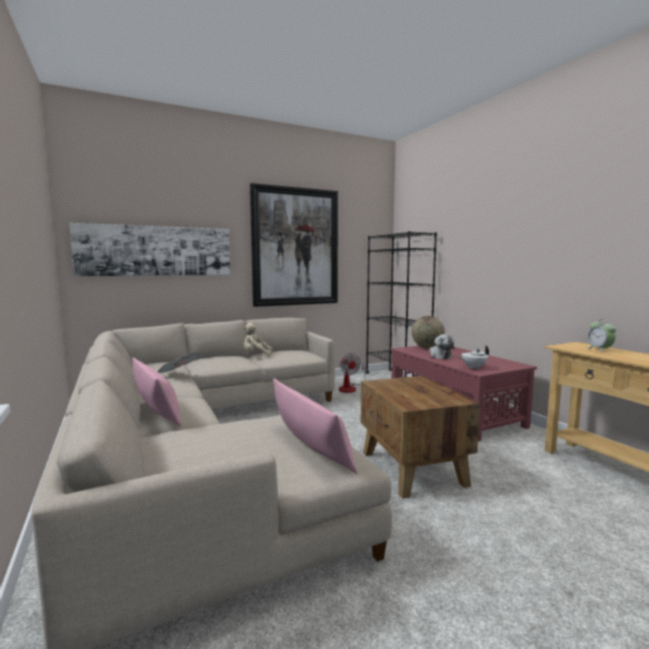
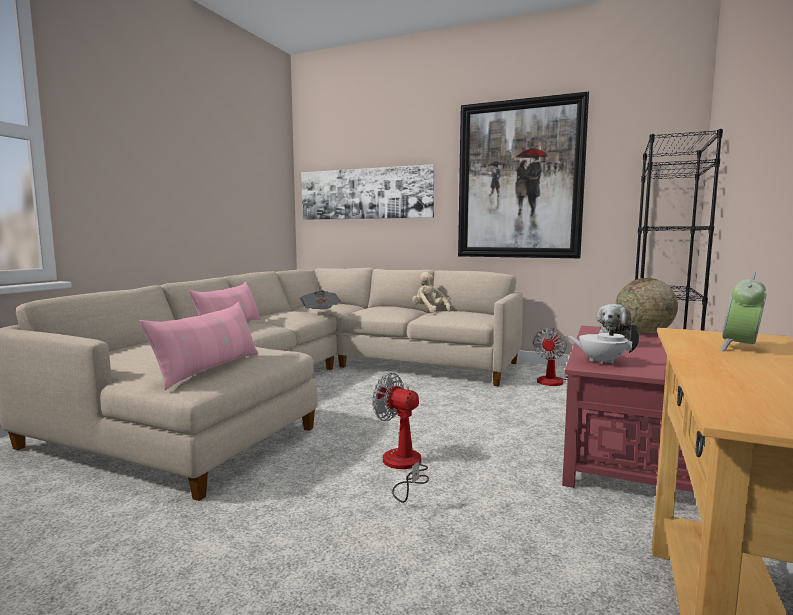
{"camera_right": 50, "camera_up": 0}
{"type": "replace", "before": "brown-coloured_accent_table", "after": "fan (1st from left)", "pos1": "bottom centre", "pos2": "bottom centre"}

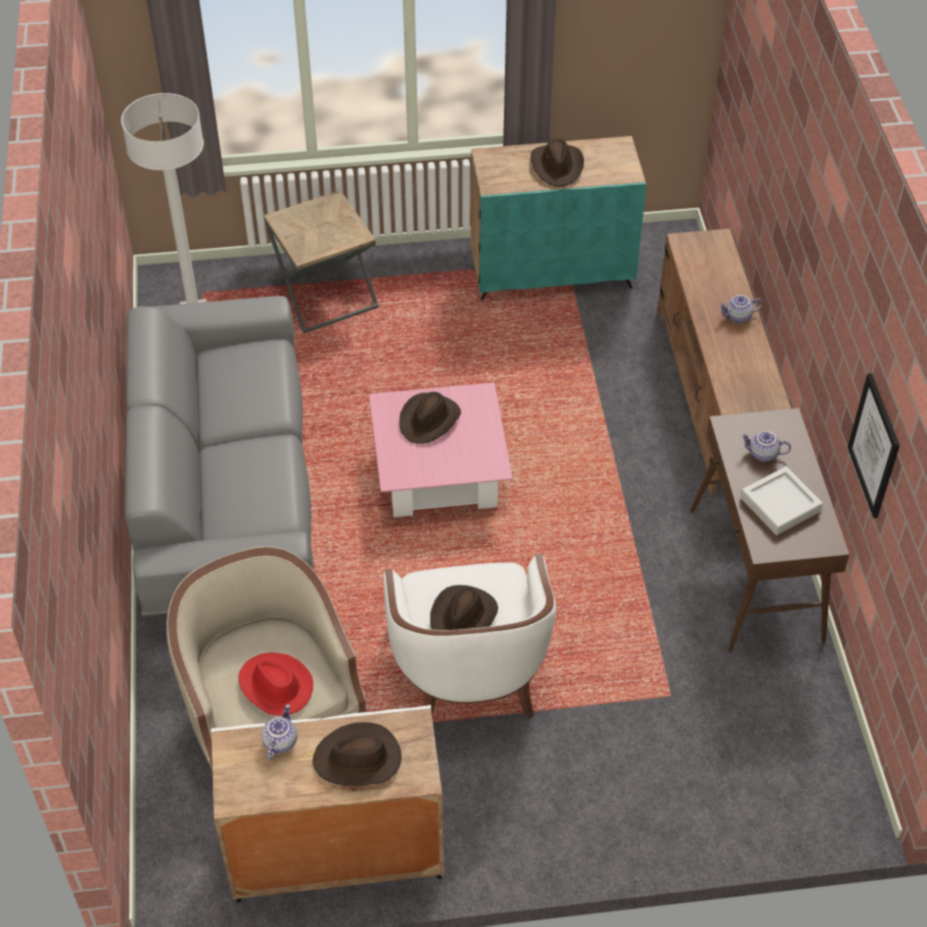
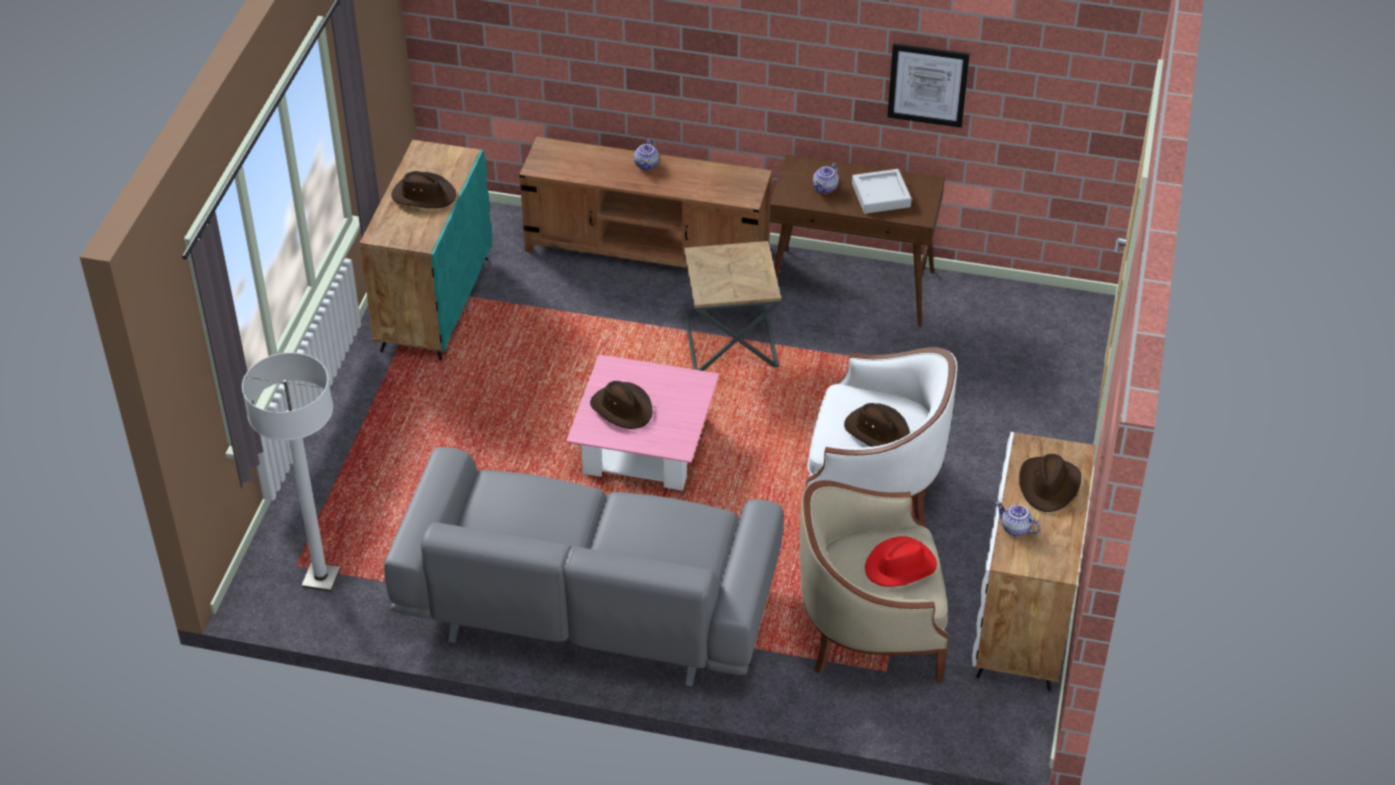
{"camera_right": -70, "camera_up": -5}
{"type": "move", "before": "brown-coloured_accent_table", "pos1": "top centre", "pos2": "centre"}

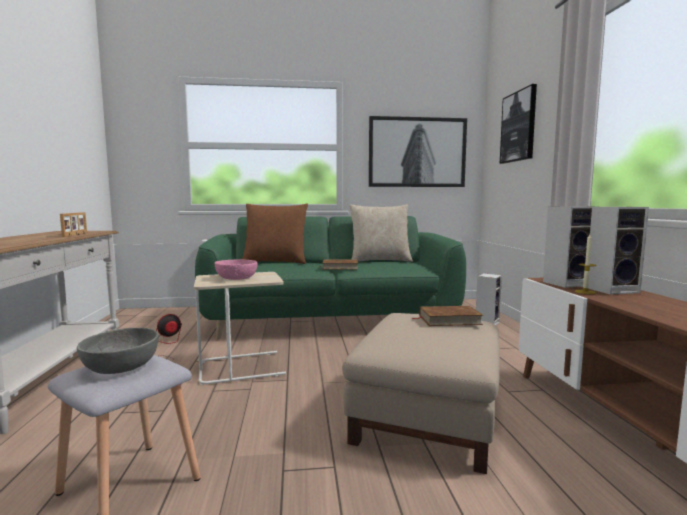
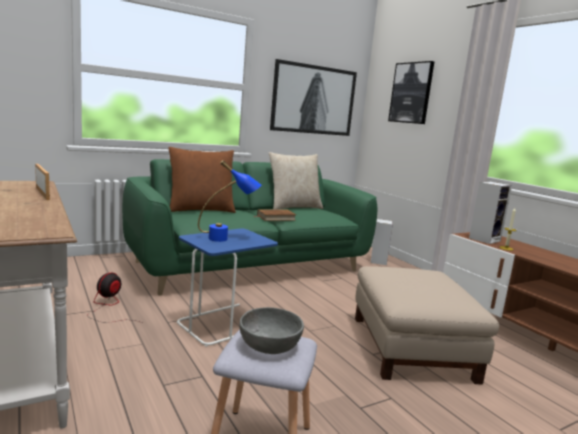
{"camera_right": -25, "camera_up": 5}
{"type": "recolor", "before": "beige-coloured_accent_table", "after": "blue_accent_table", "pos1": "centre", "pos2": "centre"}
{"type": "replace", "before": "pink-coloured_serving_bowl", "after": "blue_table_lamp", "pos1": "centre", "pos2": "centre"}
{"type": "delete", "before": "brown-coloured_volume (2nd from left)", "pos1": "centre"}
{"type": "delete", "before": "audio_speaker (3rd from left)", "pos1": "middle right"}

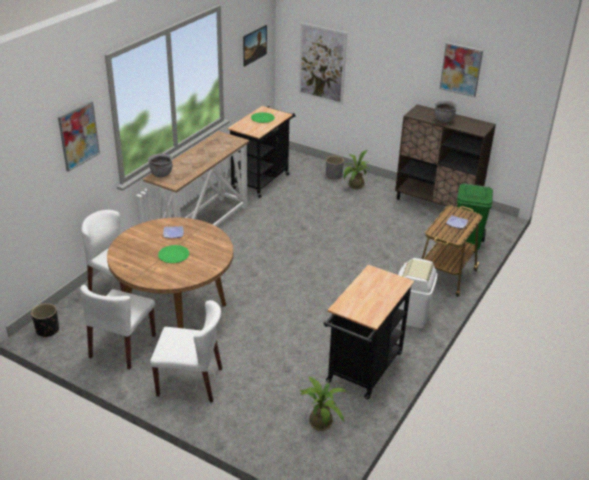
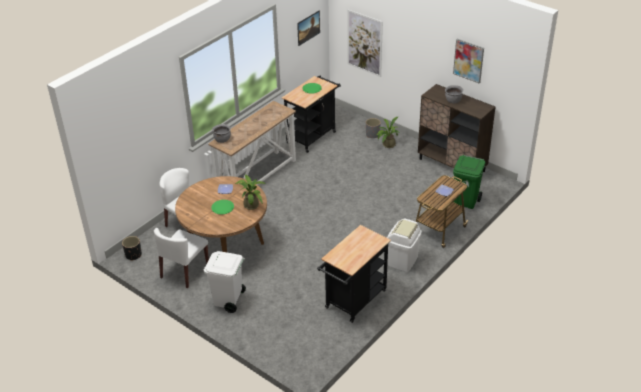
{"camera_right": 10, "camera_up": 5}
{"type": "replace", "before": "whitish_chair (3rd from left)", "after": "whitish_trash_can (1st from left)", "pos1": "bottom left", "pos2": "bottom centre"}
{"type": "move", "before": "plant_in_a_pot (1st from left)", "pos1": "bottom centre", "pos2": "centre"}
{"type": "delete", "before": "picture (1st from left)", "pos1": "top left"}

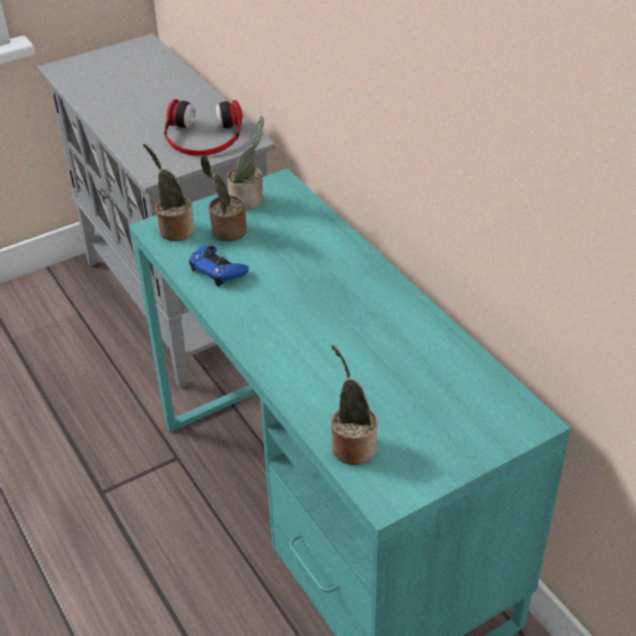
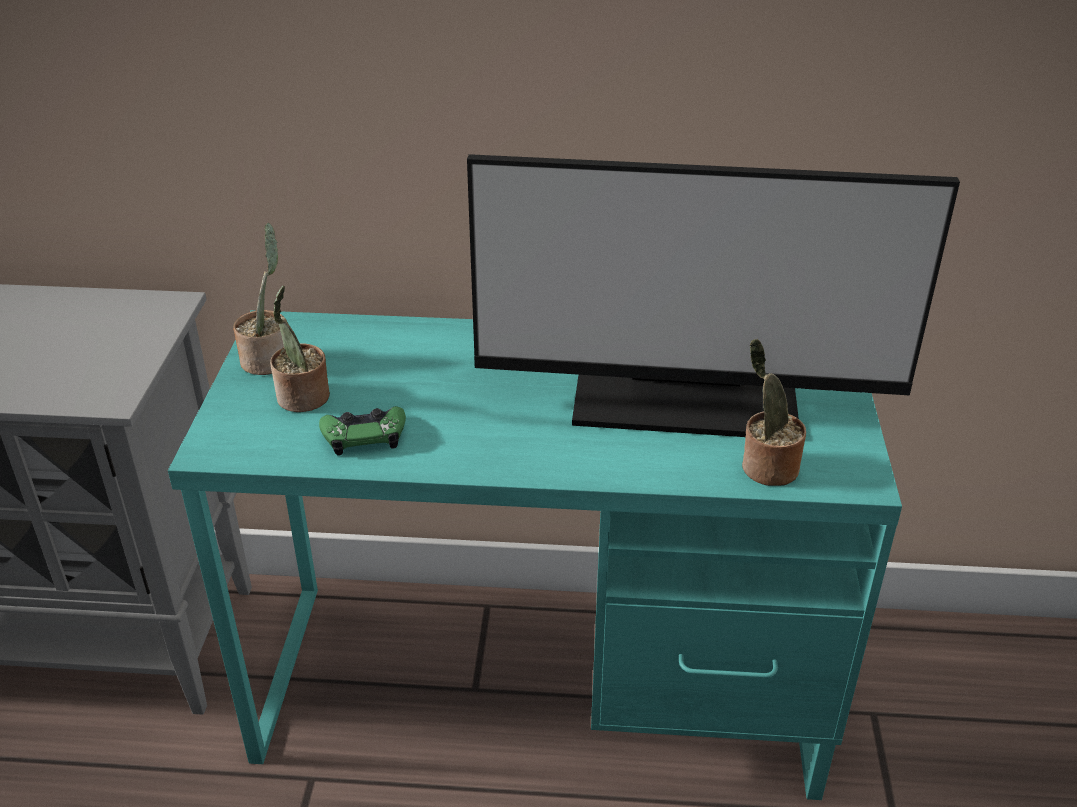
{"camera_right": -55, "camera_up": -5}
{"type": "recolor", "before": "blue_gamepad", "after": "green_gamepad", "pos1": "centre", "pos2": "centre"}
{"type": "insert", "after": "monitor", "pos2": "centre"}
{"type": "delete", "before": "plant_in_a_pot (1st from left)", "pos1": "top left"}
{"type": "delete", "before": "headset", "pos1": "top left"}

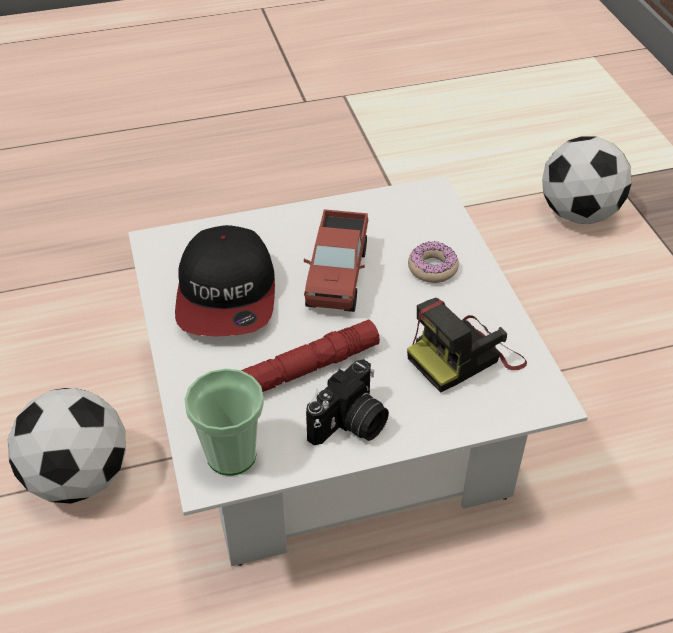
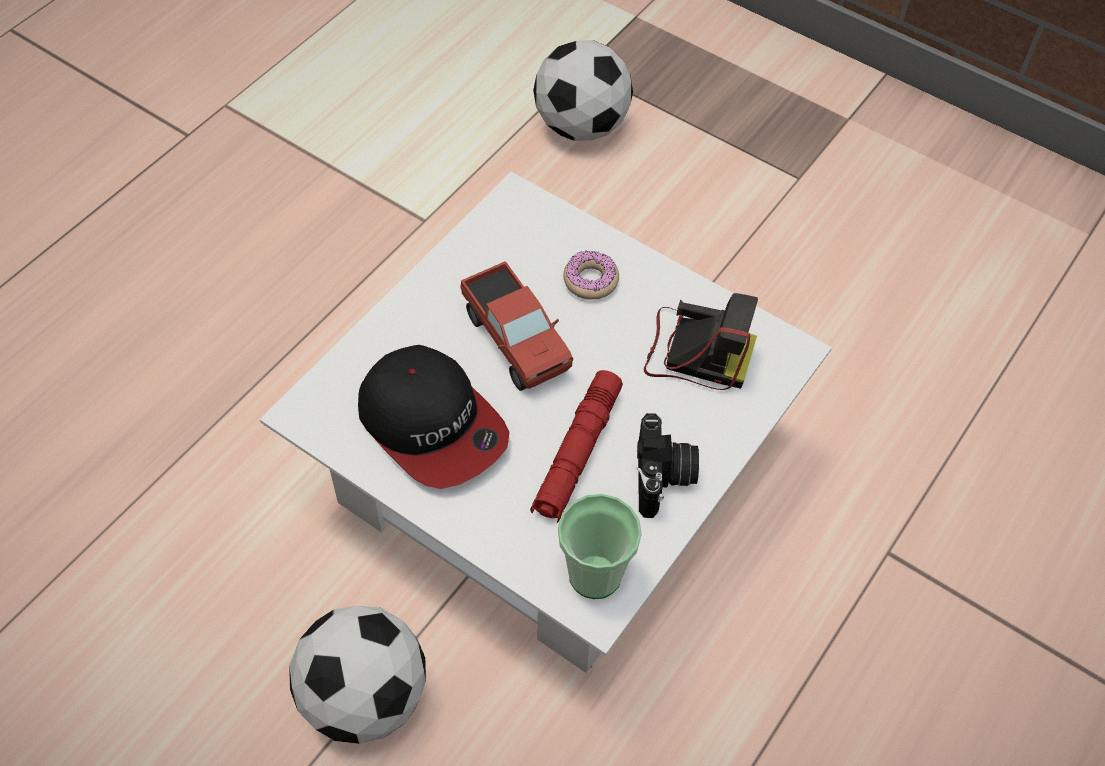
{"camera_right": -40, "camera_up": 10}
{"type": "rotate", "before": "photo_camera (2nd from left)", "pos1": "middle right", "pos2": "centre", "turn": -90}

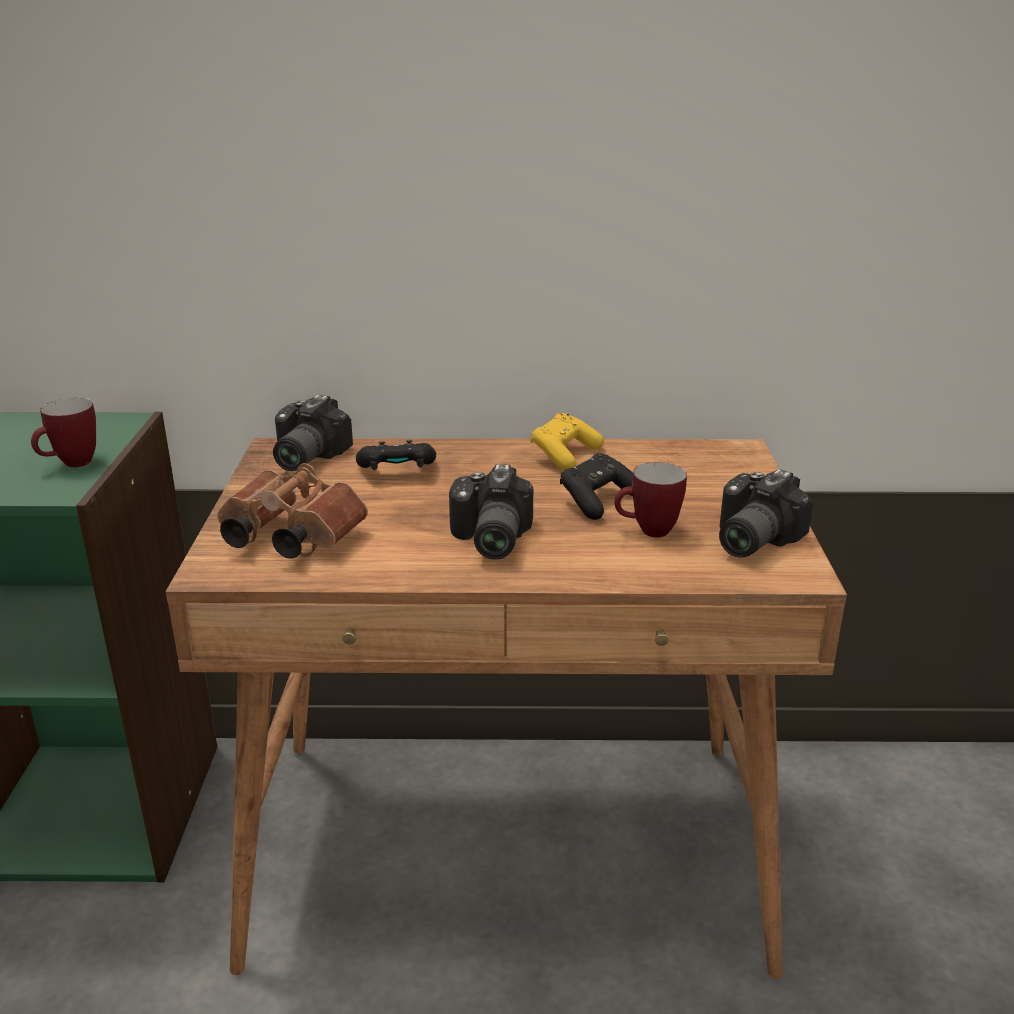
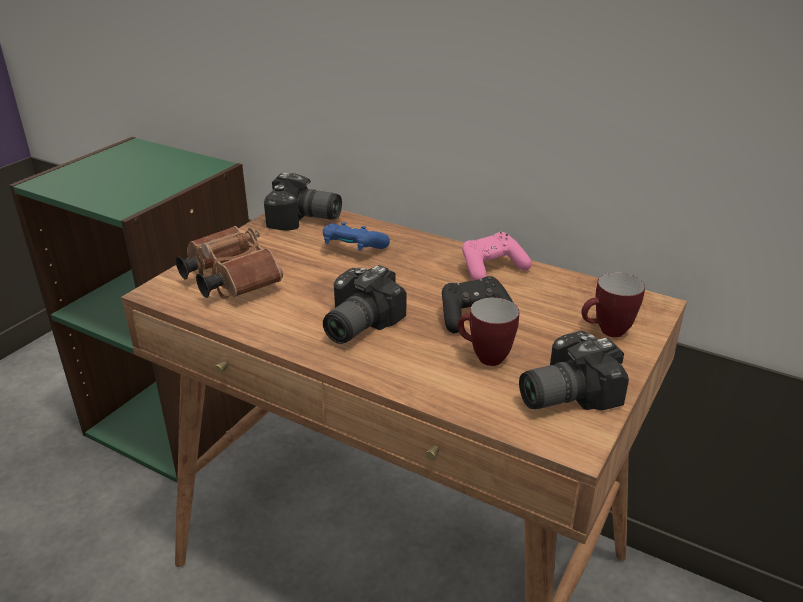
{"camera_right": 30, "camera_up": 5}
{"type": "rotate", "before": "photo_camera (1st from left)", "pos1": "middle left", "pos2": "centre", "turn": -120}
{"type": "recolor", "before": "black_gamepad (1st from left)", "after": "blue_gamepad", "pos1": "centre", "pos2": "centre"}
{"type": "recolor", "before": "yellow_gamepad", "after": "pink-coloured_gamepad", "pos1": "centre", "pos2": "centre"}
{"type": "move", "before": "coffee_mug (1st from left in the first image)", "after": "coffee_mug (2nd from left)", "pos1": "middle left", "pos2": "middle right"}

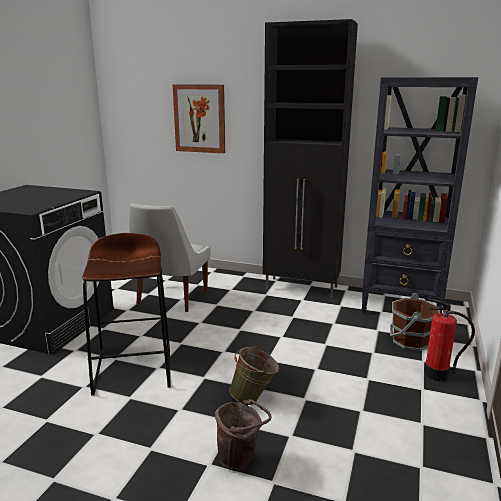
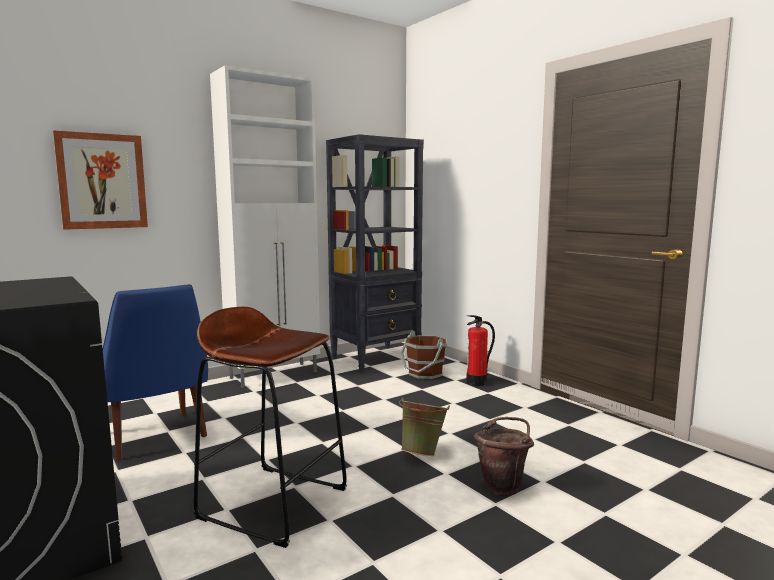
{"camera_right": -55, "camera_up": -10}
{"type": "recolor", "before": "whitish_chair", "after": "blue_chair", "pos1": "centre", "pos2": "middle left"}
{"type": "recolor", "before": "black_cupboard", "after": "whitish_cupboard", "pos1": "top centre", "pos2": "centre"}

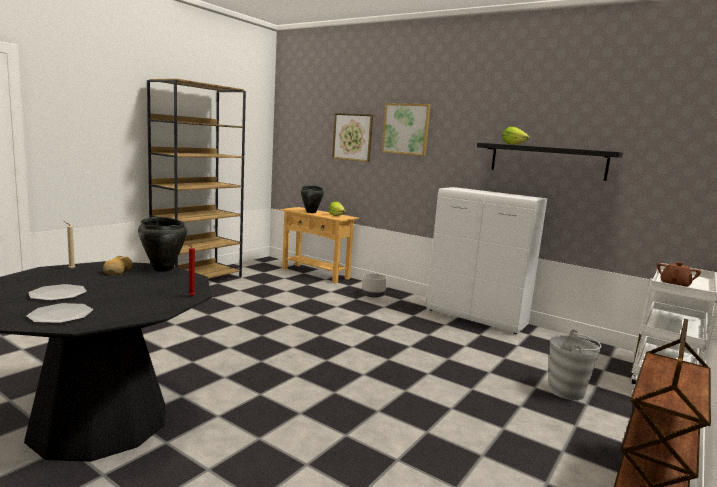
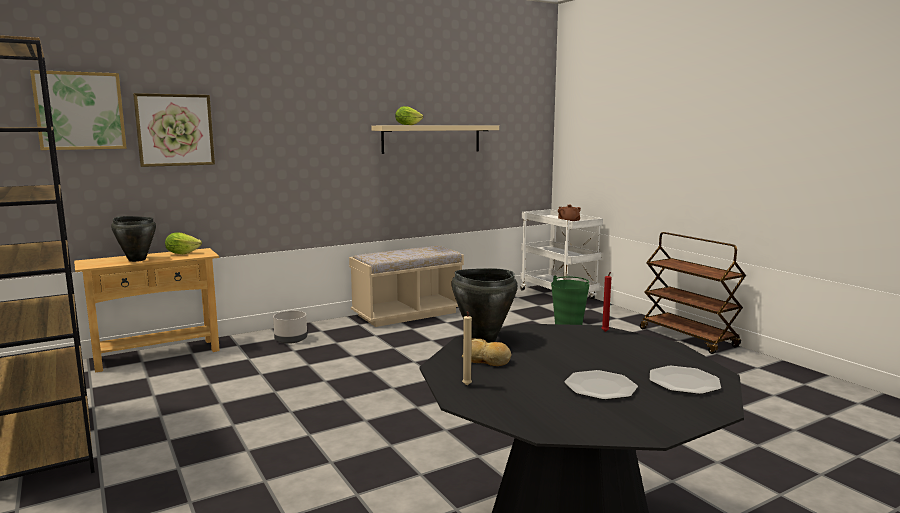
{"camera_right": -65, "camera_up": 0}
{"type": "move", "before": "picture (2nd from left in the first image)", "after": "picture (1st from left)", "pos1": "top centre", "pos2": "top left"}
{"type": "replace", "before": "whitish_cupboard", "after": "beige-coloured_bench", "pos1": "middle right", "pos2": "centre"}
{"type": "recolor", "before": "black_bracket_shelf", "after": "beige-coloured_bracket_shelf", "pos1": "top right", "pos2": "top centre"}
{"type": "recolor", "before": "grey_pail", "after": "green_pail", "pos1": "bottom right", "pos2": "centre"}

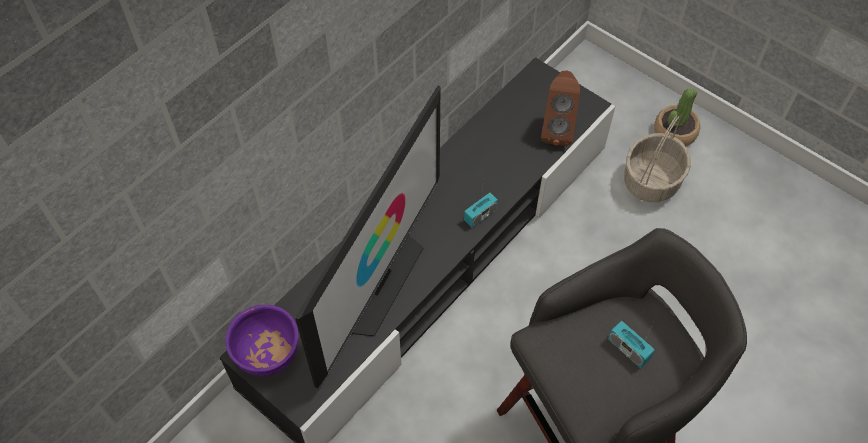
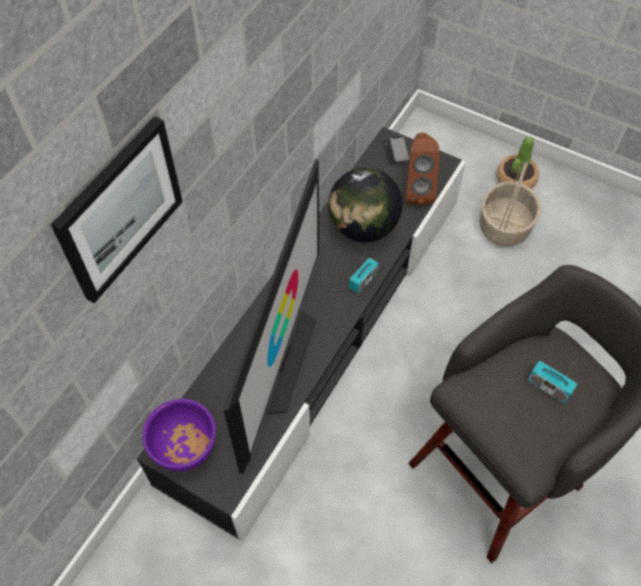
{"camera_right": -10, "camera_up": 0}
{"type": "insert", "after": "picture", "pos2": "middle left"}
{"type": "insert", "after": "globe", "pos2": "centre"}
{"type": "insert", "after": "handset", "pos2": "top centre"}

